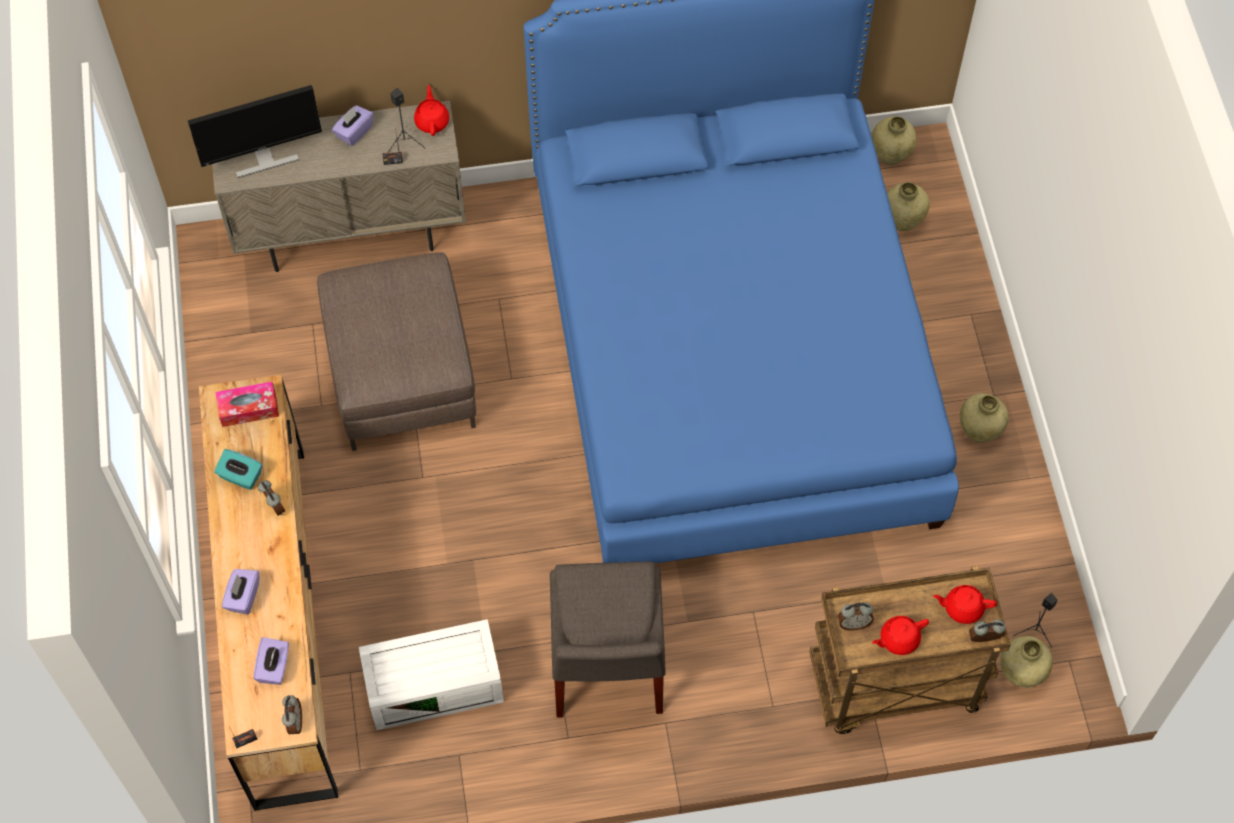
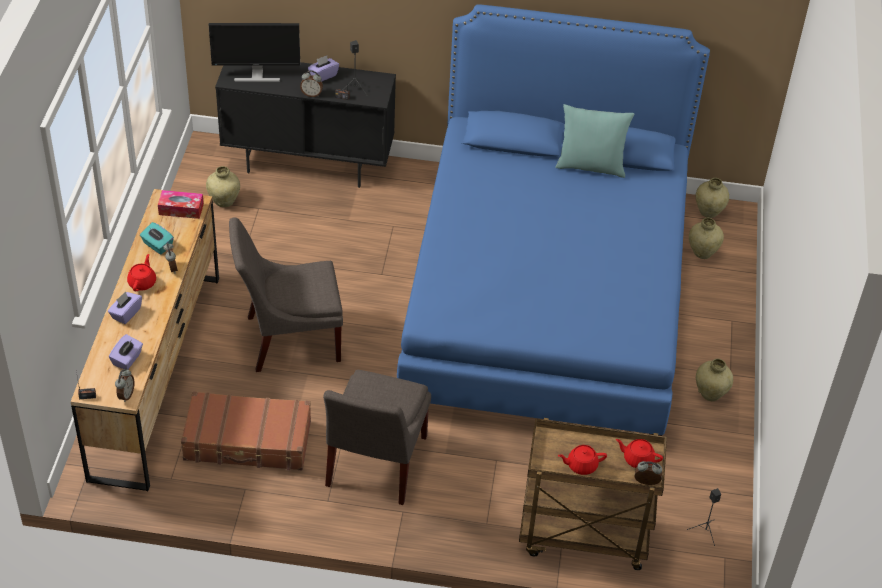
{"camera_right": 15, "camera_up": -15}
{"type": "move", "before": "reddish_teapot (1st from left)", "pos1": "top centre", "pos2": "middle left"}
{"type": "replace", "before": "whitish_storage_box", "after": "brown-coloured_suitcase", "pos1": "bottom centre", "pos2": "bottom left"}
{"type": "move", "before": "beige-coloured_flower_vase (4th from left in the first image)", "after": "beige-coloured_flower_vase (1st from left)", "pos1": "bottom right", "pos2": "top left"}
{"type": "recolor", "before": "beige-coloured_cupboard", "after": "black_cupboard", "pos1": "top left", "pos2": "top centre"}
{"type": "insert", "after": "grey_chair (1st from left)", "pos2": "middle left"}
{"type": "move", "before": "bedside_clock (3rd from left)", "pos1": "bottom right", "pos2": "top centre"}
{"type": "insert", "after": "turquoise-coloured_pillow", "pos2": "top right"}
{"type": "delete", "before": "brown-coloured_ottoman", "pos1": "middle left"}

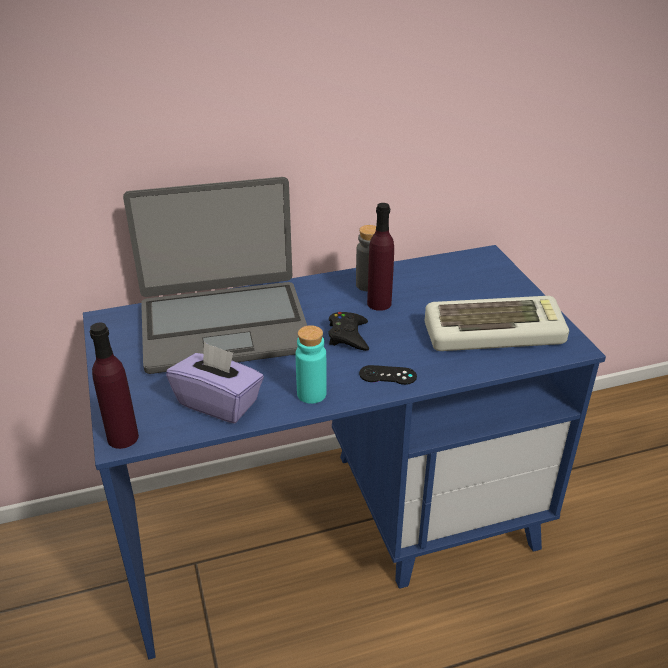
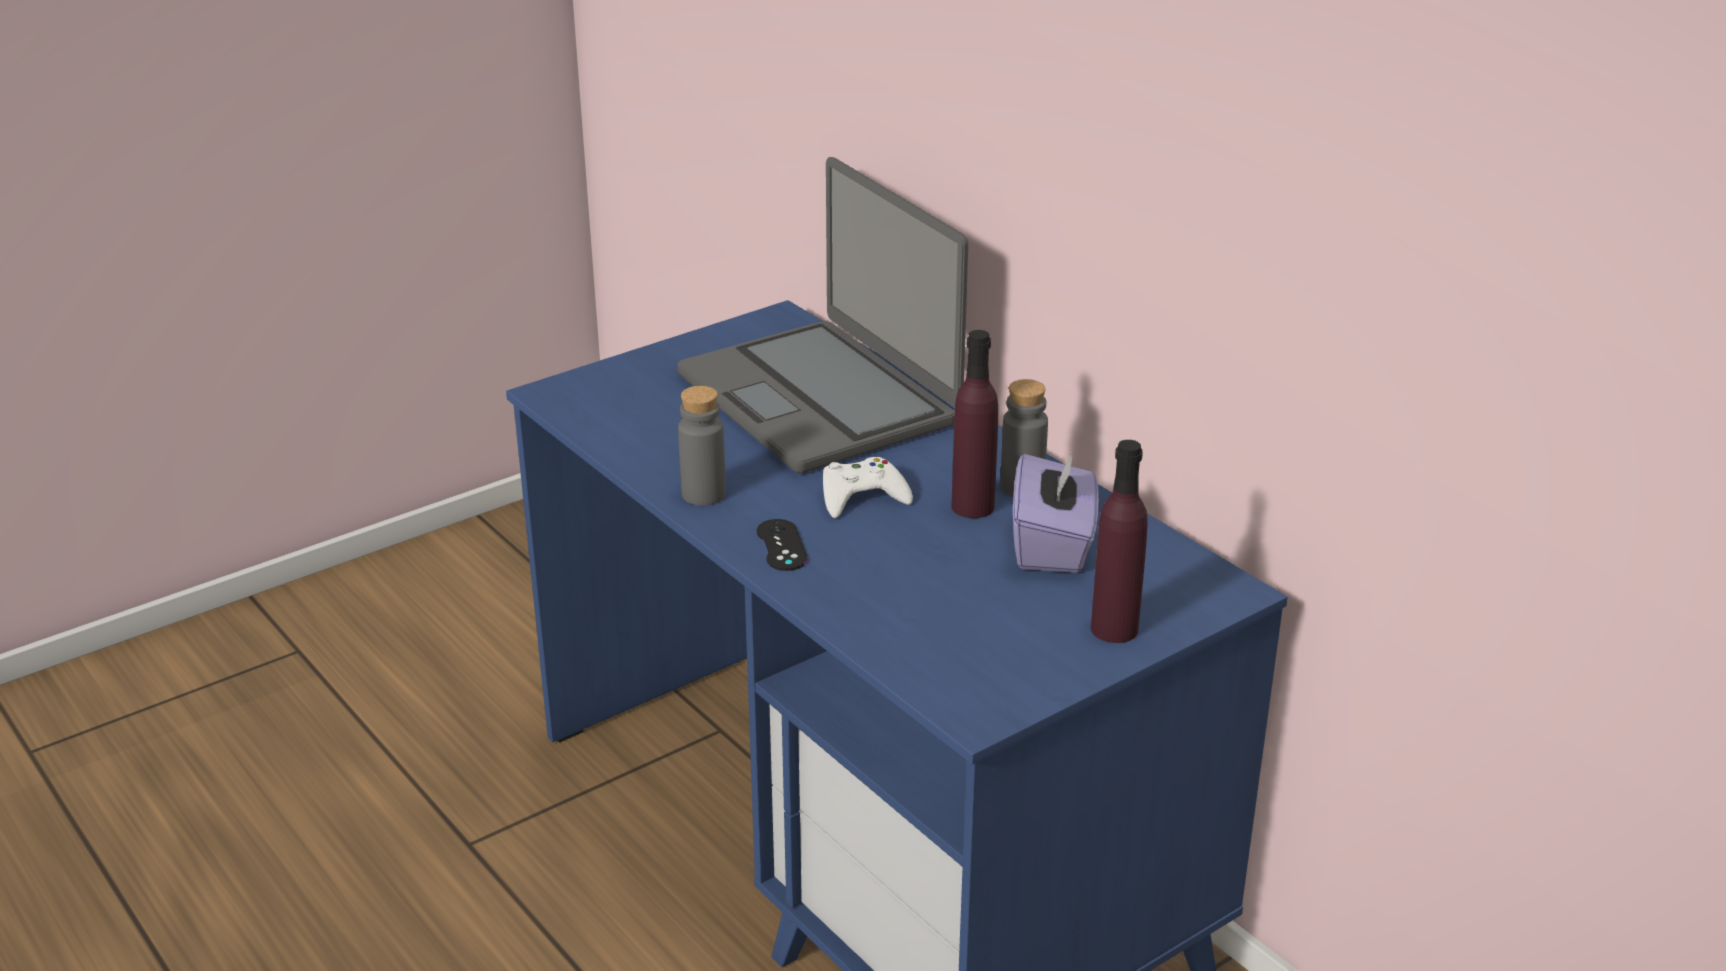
{"camera_right": 70, "camera_up": -5}
{"type": "recolor", "before": "turquoise-coloured_drink_bottle", "after": "grey_drink_bottle (1st from left)", "pos1": "centre", "pos2": "centre"}
{"type": "recolor", "before": "black_gamepad (1st from left)", "after": "whitish_gamepad", "pos1": "centre", "pos2": "centre"}
{"type": "move", "before": "purple_tissue_box", "pos1": "middle left", "pos2": "centre"}
{"type": "move", "before": "purple_drink_bottle (1st from left in the first image)", "after": "purple_drink_bottle (2nd from left)", "pos1": "middle left", "pos2": "centre"}
{"type": "delete", "before": "keyboard", "pos1": "middle right"}

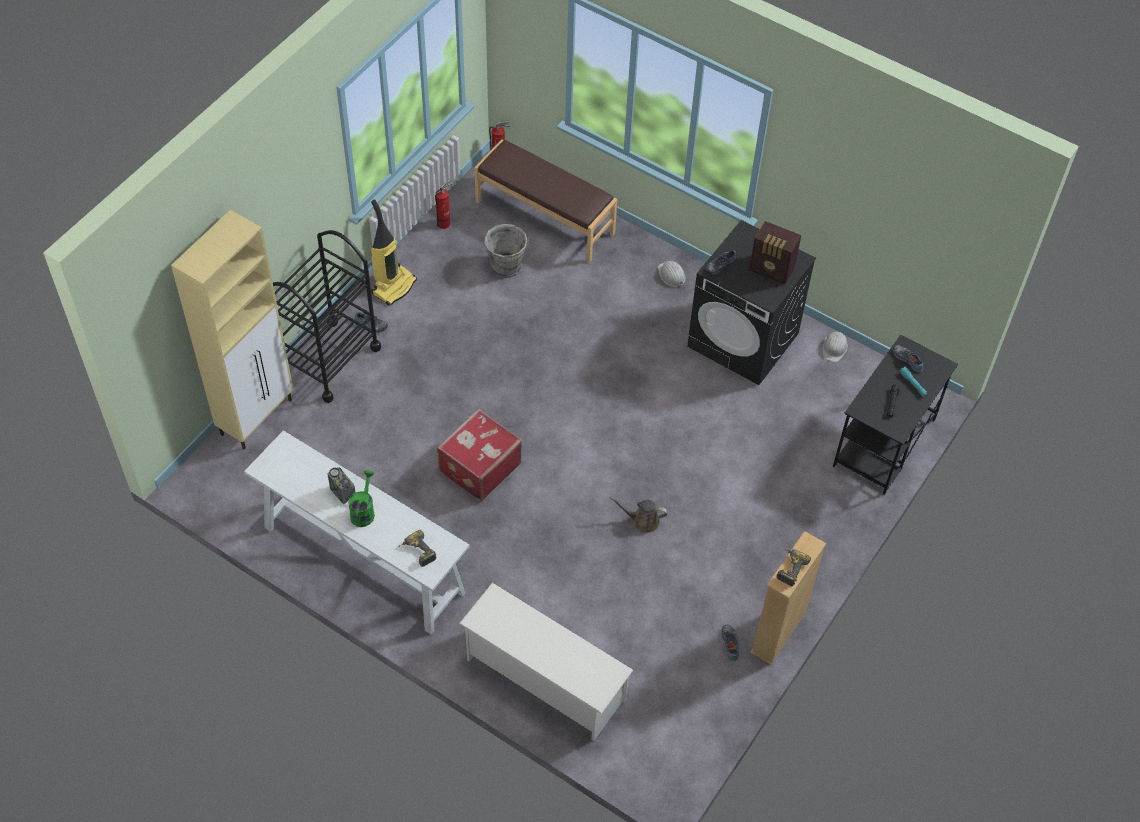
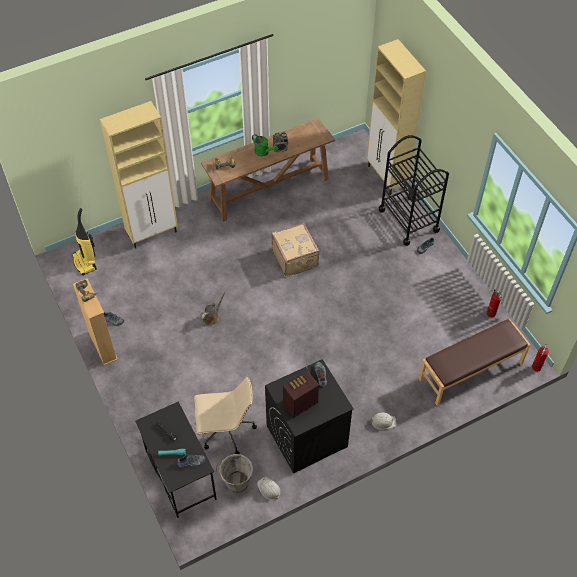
{"camera_right": 120, "camera_up": 0}
{"type": "move", "before": "vacuum", "pos1": "top centre", "pos2": "middle left"}
{"type": "replace", "before": "whitish_shoe_shelf", "after": "beige-coloured_cupboard (1st from left)", "pos1": "bottom centre", "pos2": "top left"}
{"type": "insert", "after": "beige-coloured_desk_chair", "pos2": "bottom centre"}
{"type": "recolor", "before": "whitish_narrow_table", "after": "brown-coloured_narrow_table", "pos1": "middle left", "pos2": "top centre"}
{"type": "move", "before": "grey_pail", "pos1": "top centre", "pos2": "bottom centre"}
{"type": "recolor", "before": "reddish_suitcase", "after": "beige-coloured_suitcase", "pos1": "centre", "pos2": "centre"}

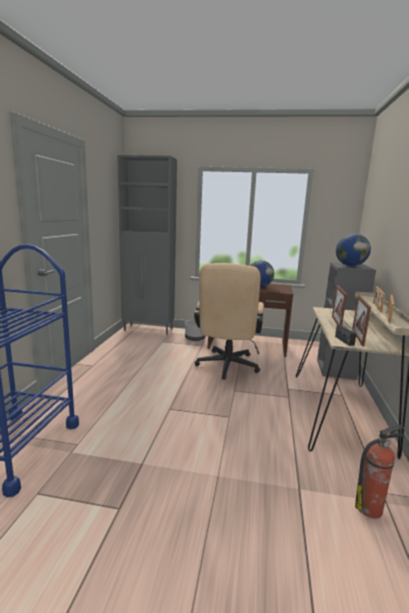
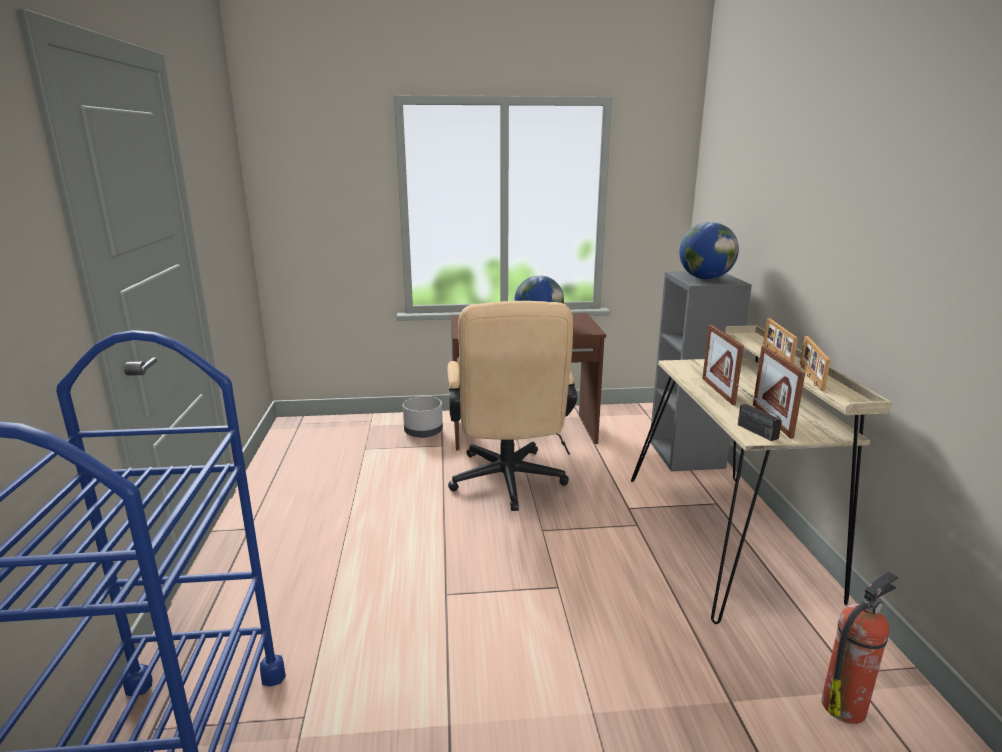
{"camera_right": -15, "camera_up": 5}
{"type": "delete", "before": "grey_cupboard", "pos1": "centre"}

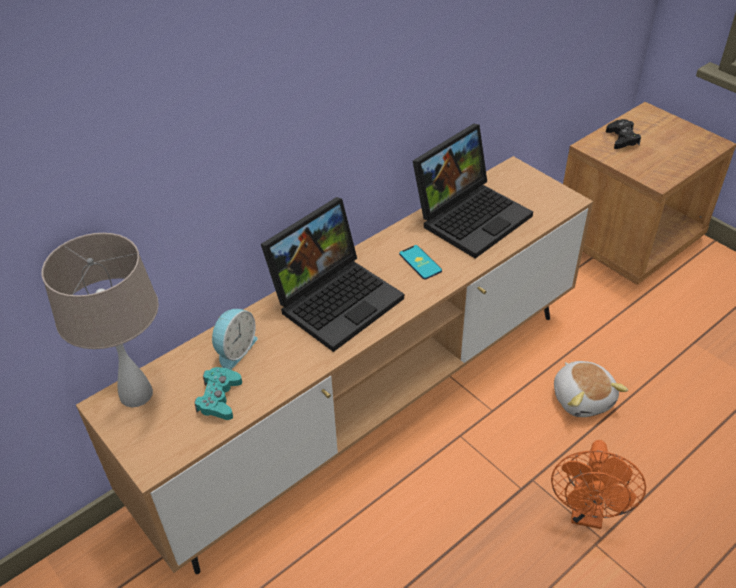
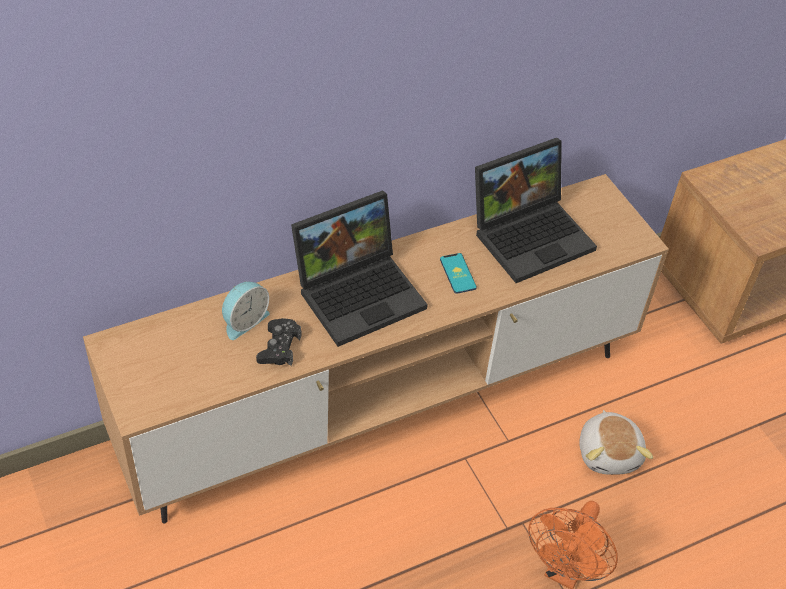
{"camera_right": 10, "camera_up": 5}
{"type": "move", "before": "black_gamepad", "pos1": "top right", "pos2": "centre"}
{"type": "delete", "before": "beige-coloured_table_lamp", "pos1": "middle left"}
{"type": "delete", "before": "turquoise-coloured_gamepad", "pos1": "bottom left"}

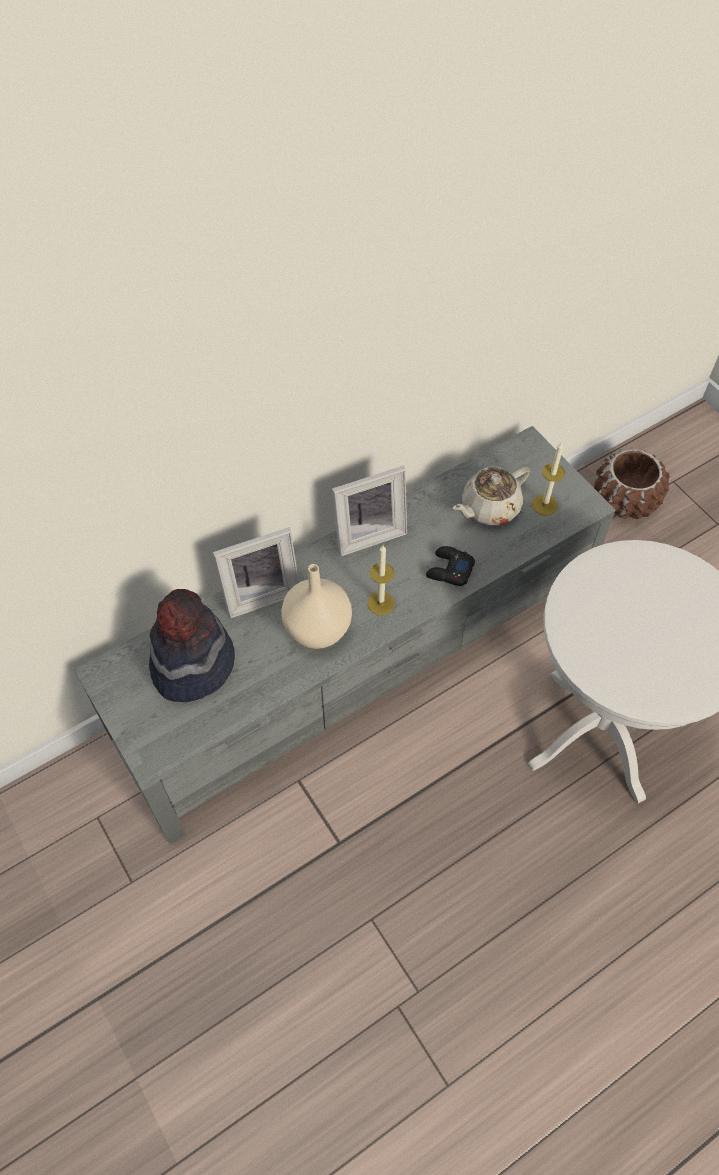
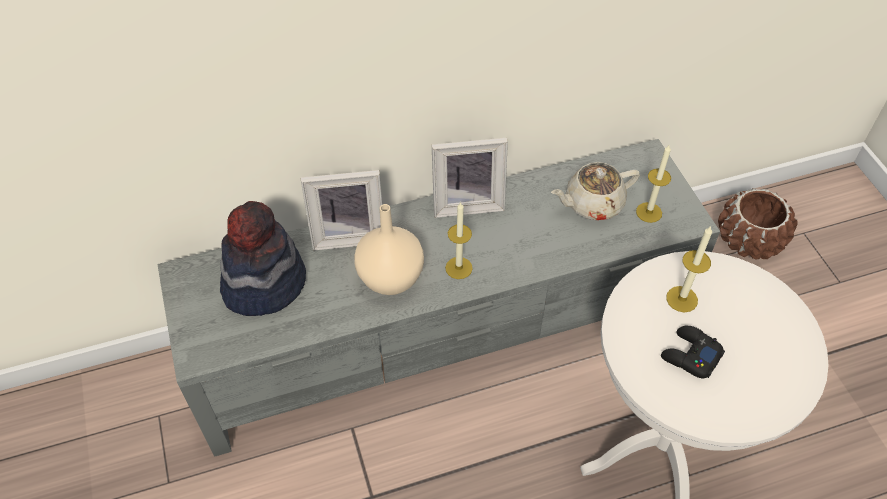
{"camera_right": 15, "camera_up": -5}
{"type": "move", "before": "black_gamepad", "pos1": "centre", "pos2": "bottom right"}
{"type": "insert", "after": "wax_light (3rd from left)", "pos2": "middle right"}

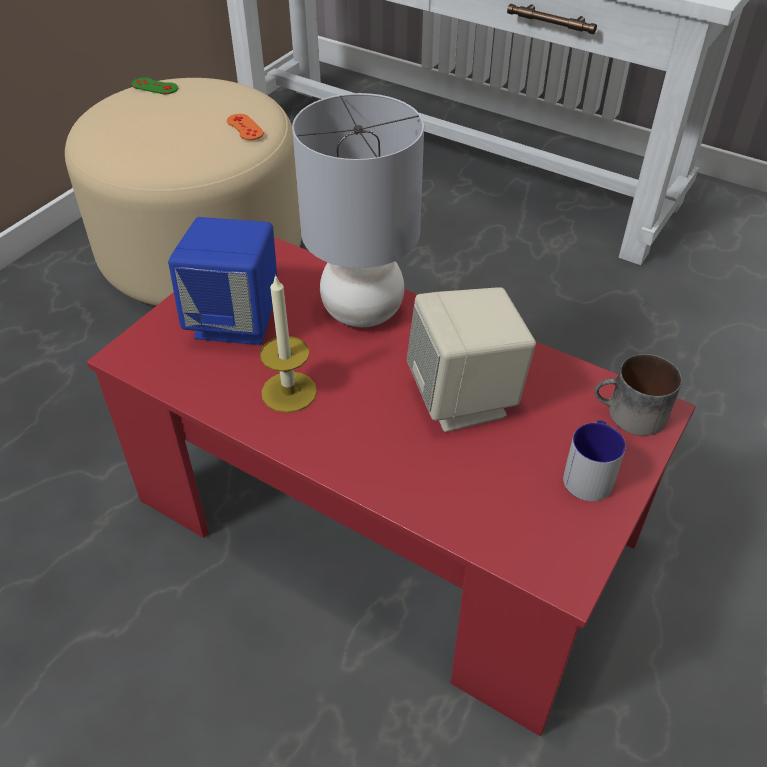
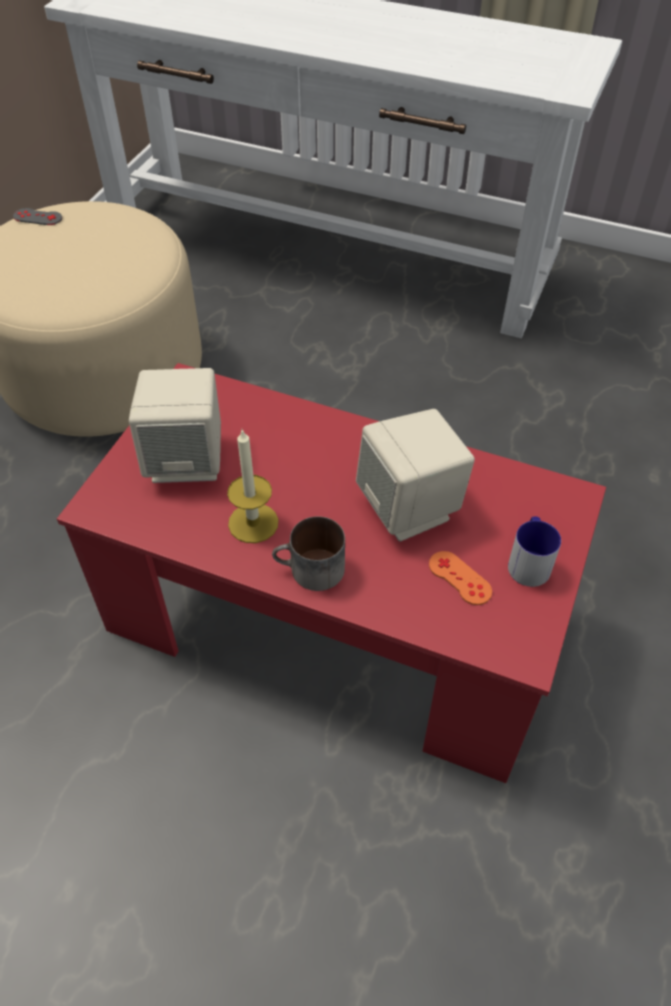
{"camera_right": -10, "camera_up": 5}
{"type": "recolor", "before": "green_gamepad", "after": "grey_gamepad", "pos1": "top left", "pos2": "top left"}
{"type": "recolor", "before": "blue_audio_speaker", "after": "beige-coloured_audio_speaker (1st from left)", "pos1": "middle left", "pos2": "middle left"}
{"type": "move", "before": "coffee_mug (2nd from left in the first image)", "after": "coffee_mug (1st from left)", "pos1": "middle right", "pos2": "centre"}
{"type": "move", "before": "orange_gamepad", "pos1": "top left", "pos2": "middle right"}
{"type": "delete", "before": "grey_table_lamp", "pos1": "top centre"}

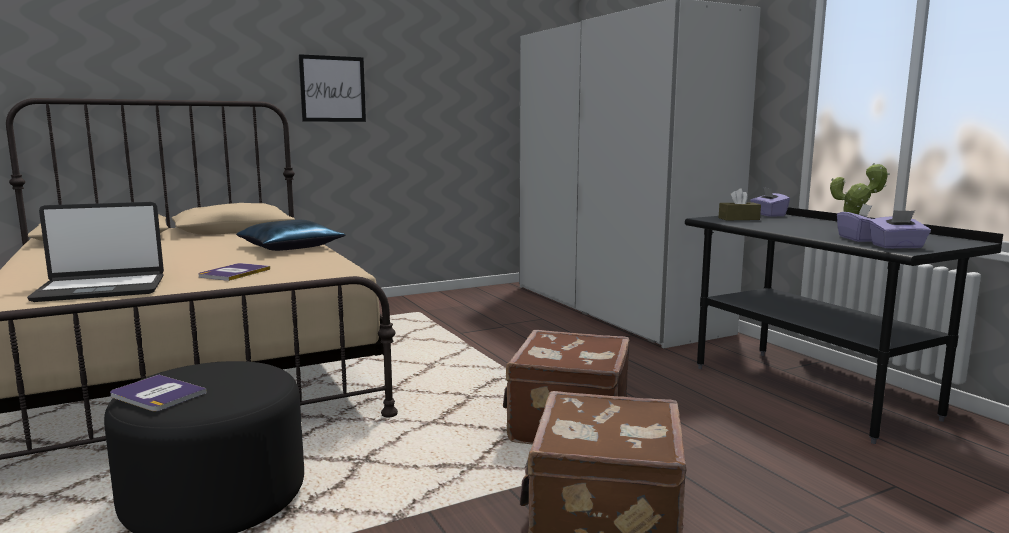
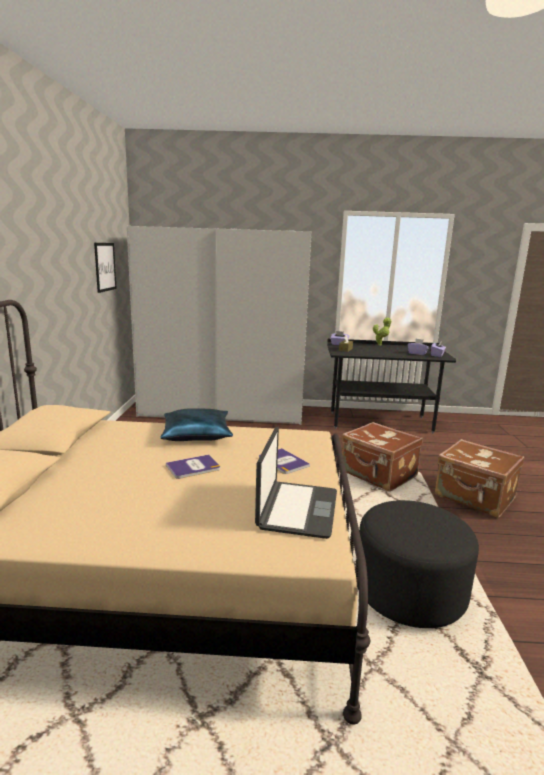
{"camera_right": -60, "camera_up": 5}
{"type": "move", "before": "picture", "pos1": "top left", "pos2": "middle left"}
{"type": "move", "before": "volume (1st from left)", "pos1": "bottom left", "pos2": "centre"}

